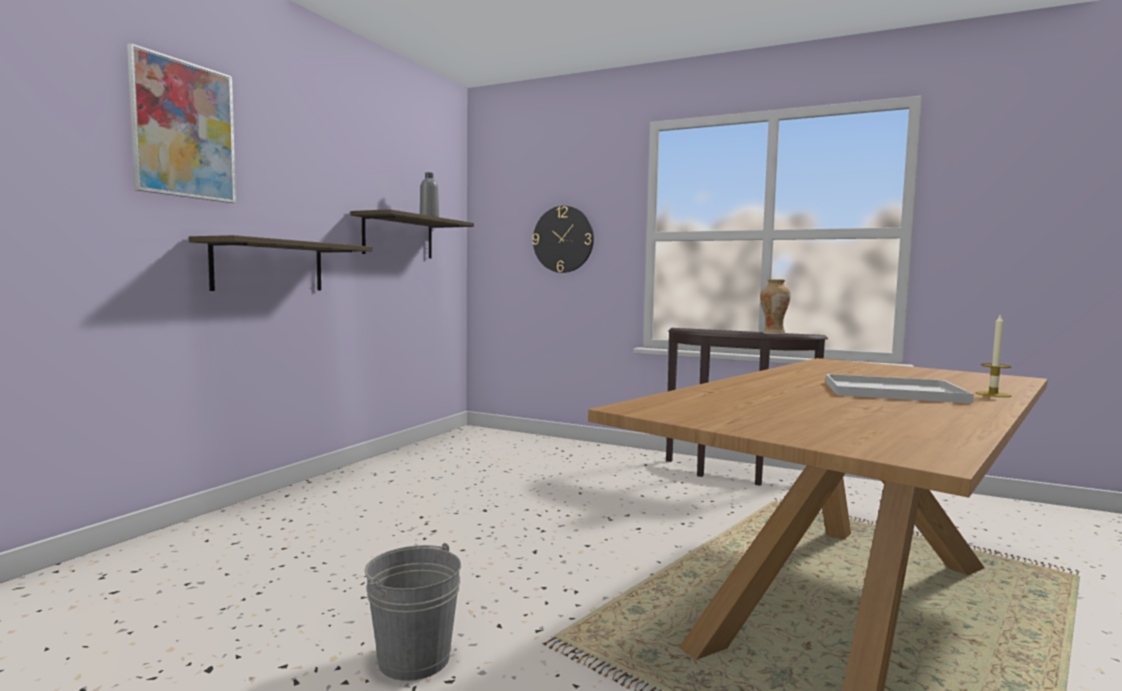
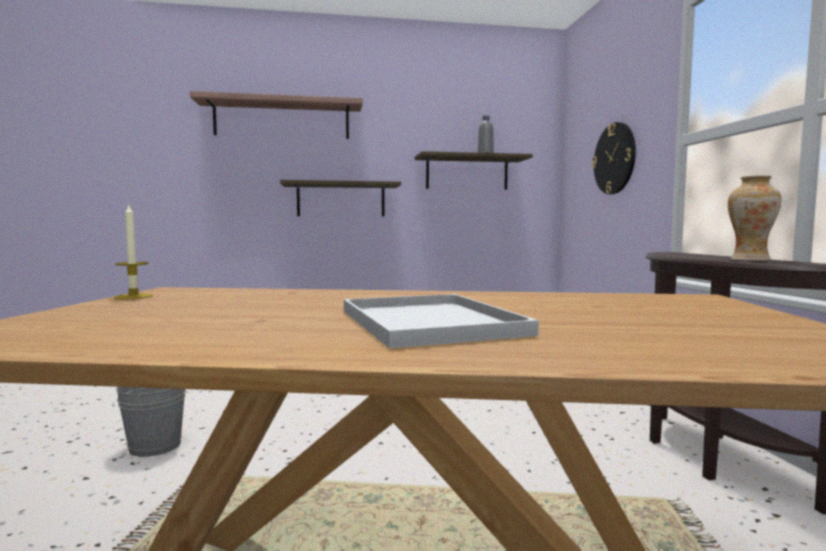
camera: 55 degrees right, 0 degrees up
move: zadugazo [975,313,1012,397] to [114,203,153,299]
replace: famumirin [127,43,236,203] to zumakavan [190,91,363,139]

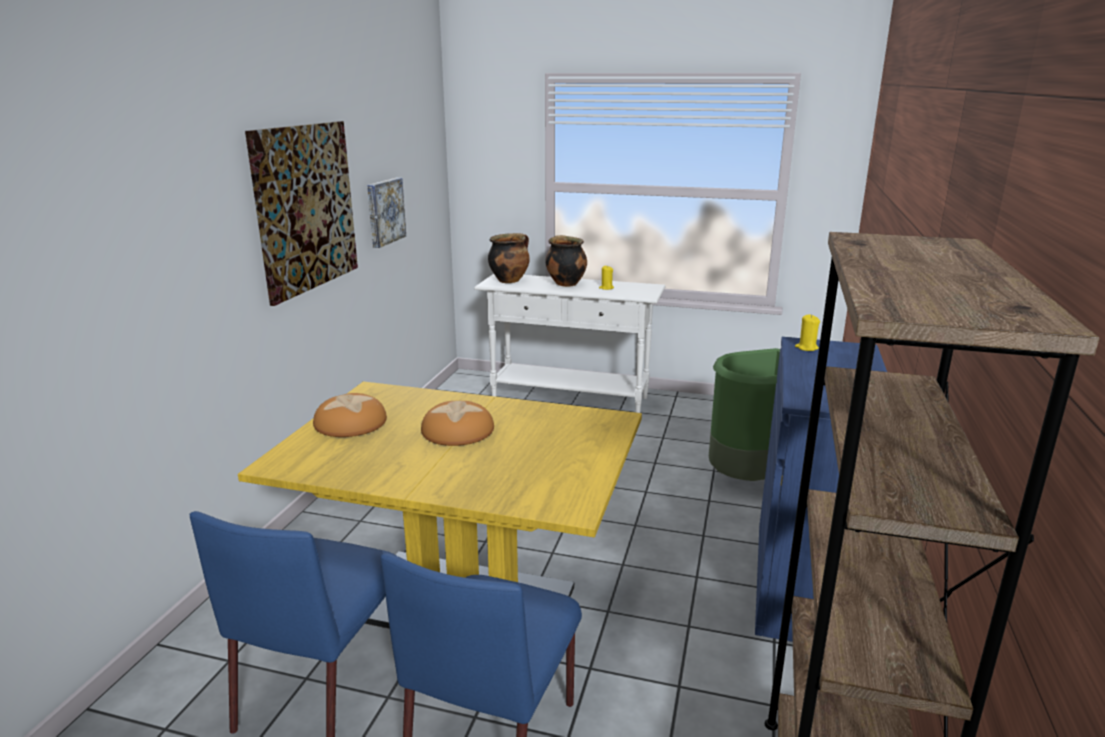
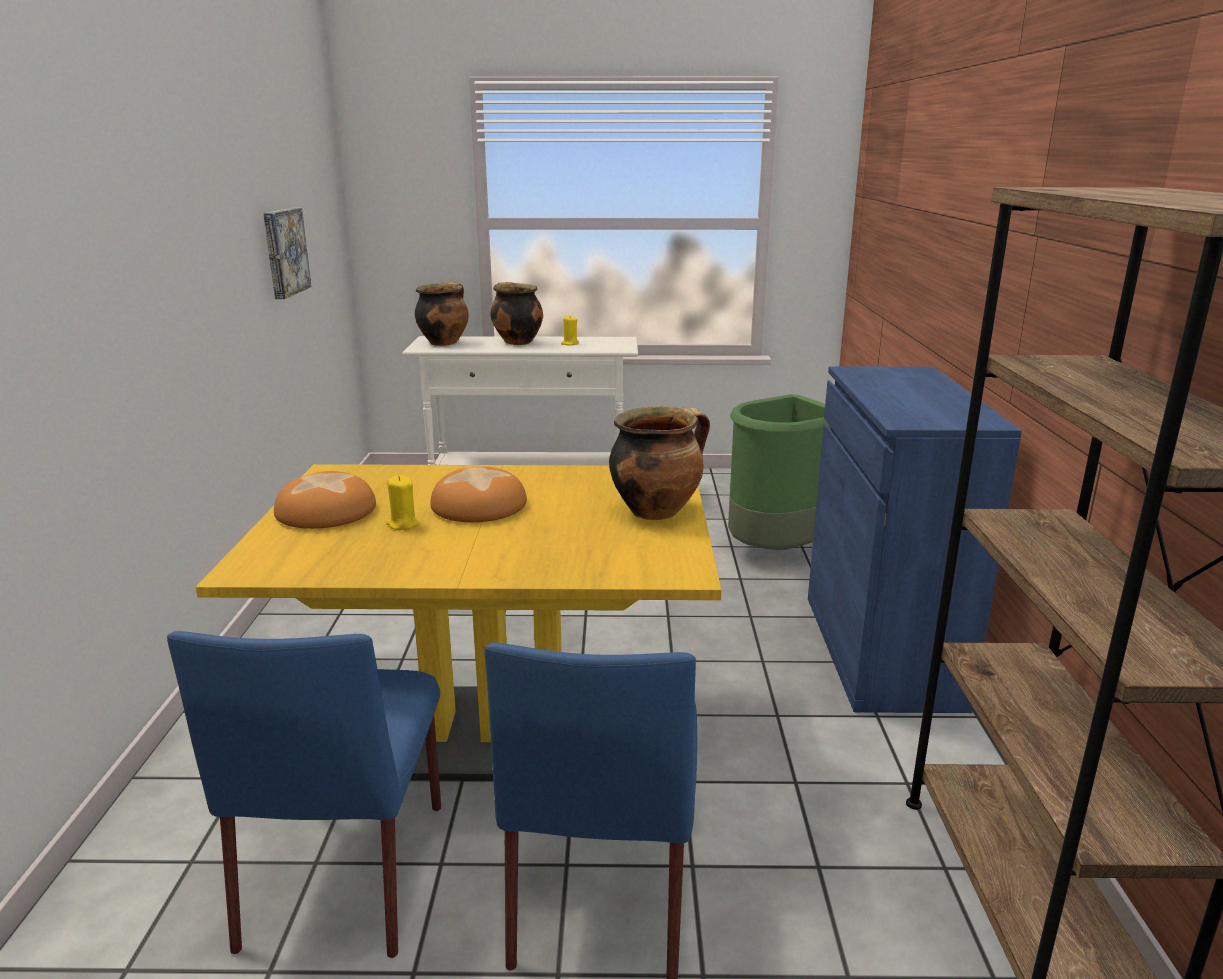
camera: 15 degrees left, 0 degrees up
delete: famumirin [245,121,358,306]
insert: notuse [609,406,710,520]
move: zadugazo (yellow) [795,314,820,351] to [386,475,419,530]

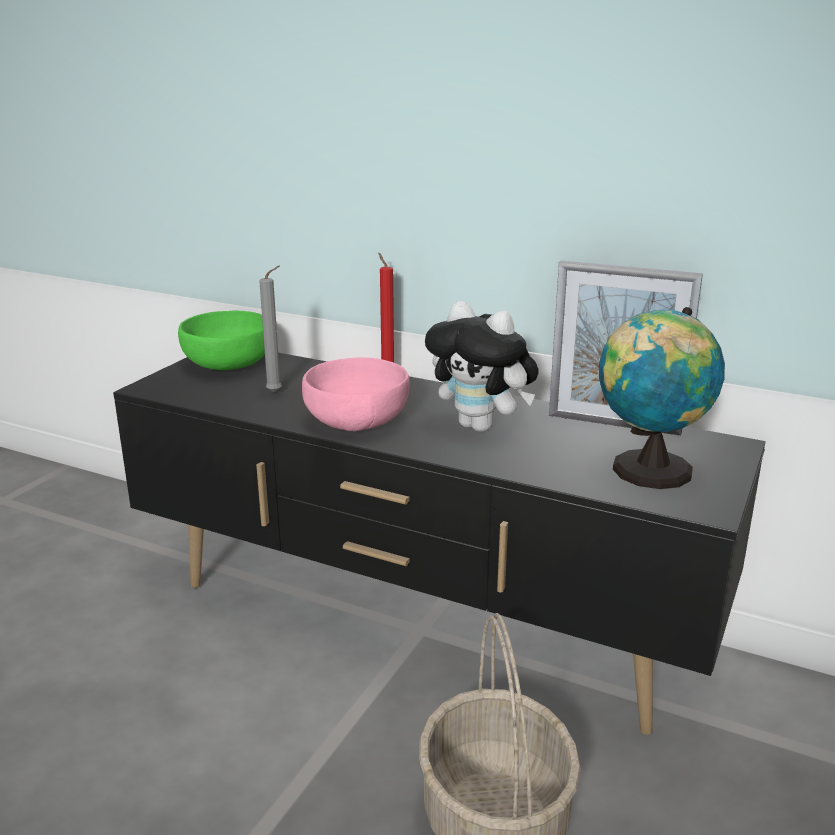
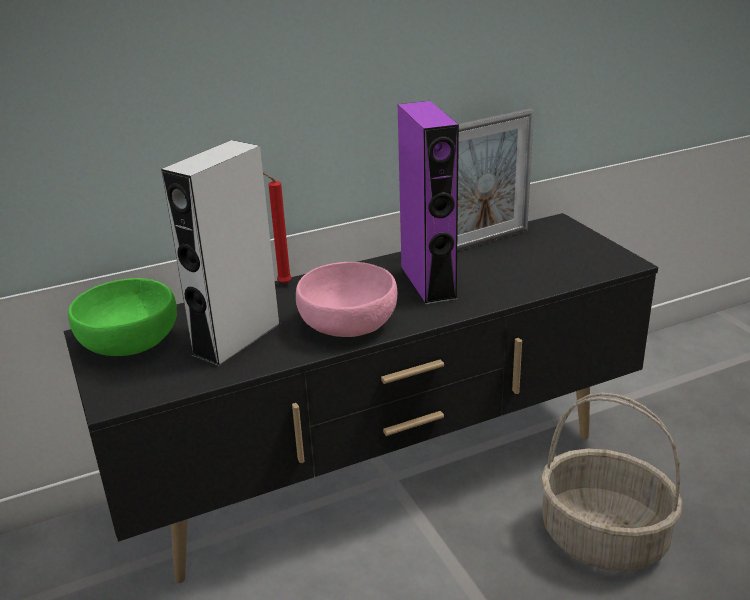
camera: 50 degrees left, 5 degrees up
delete: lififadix [599,307,725,489]
replace: zadugazo (grey) [259,266,282,392] to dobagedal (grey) [161,140,281,367]; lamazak [425,301,538,432] to dobagedal (purple) [398,101,459,305]

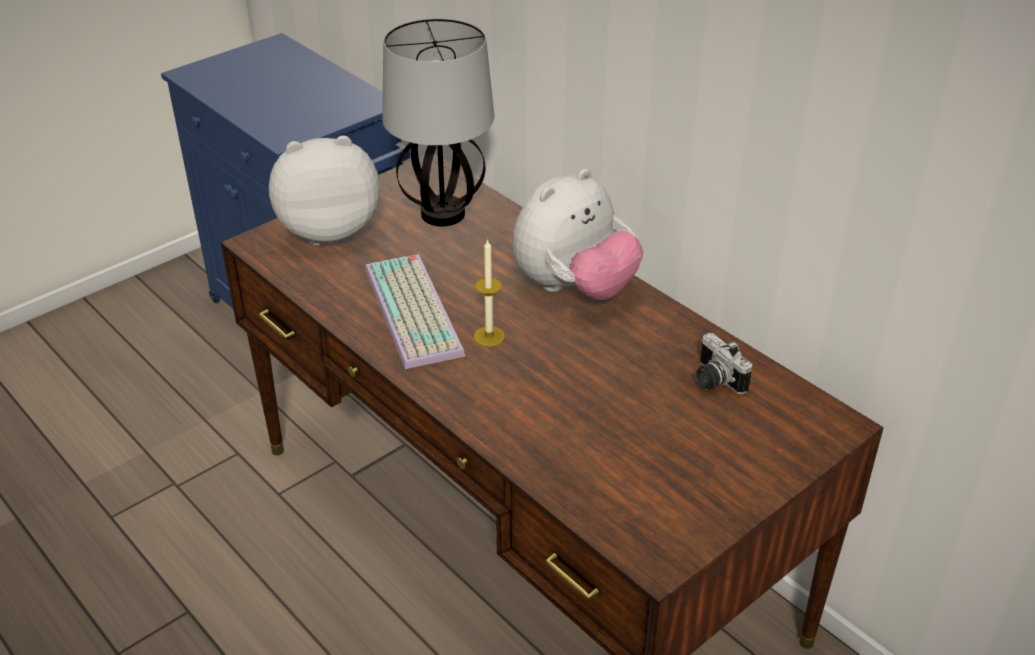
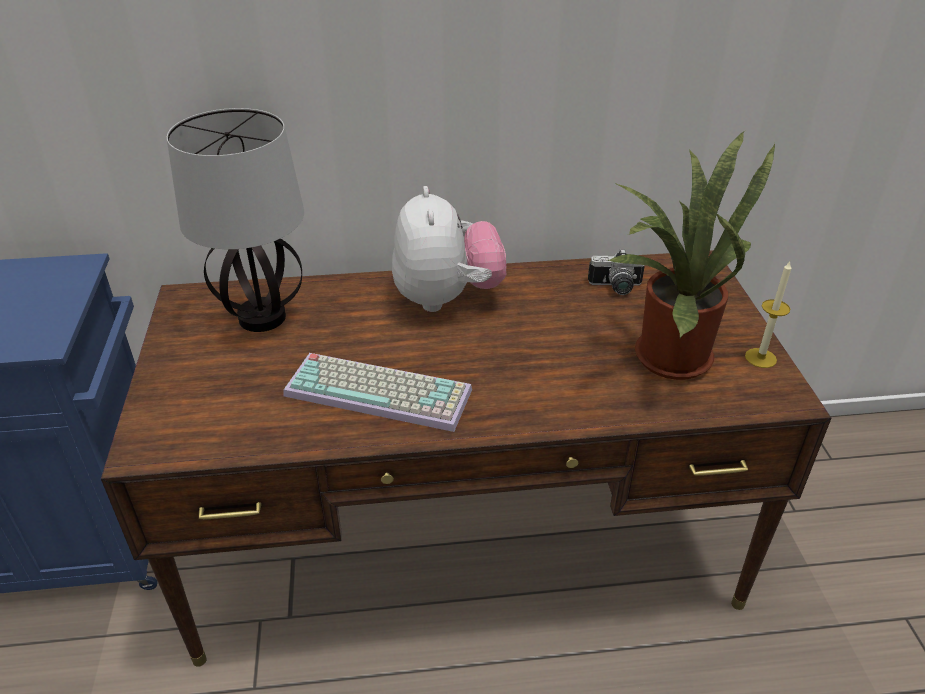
camera: 55 degrees left, 0 degrees up
delete: lamazak [269,135,380,245]
insert: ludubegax [608,130,775,380]
move: zadugazo [474,239,505,347] to [745,261,791,368]

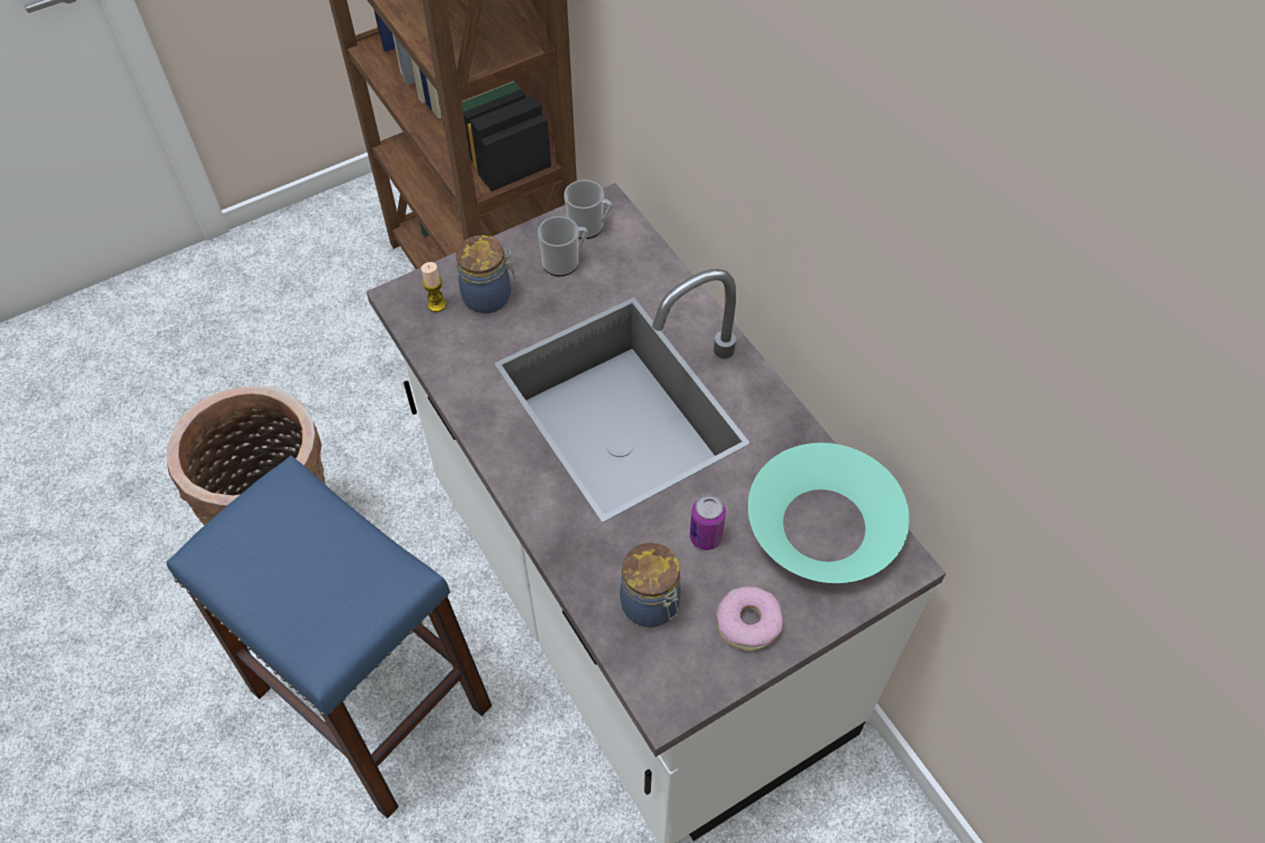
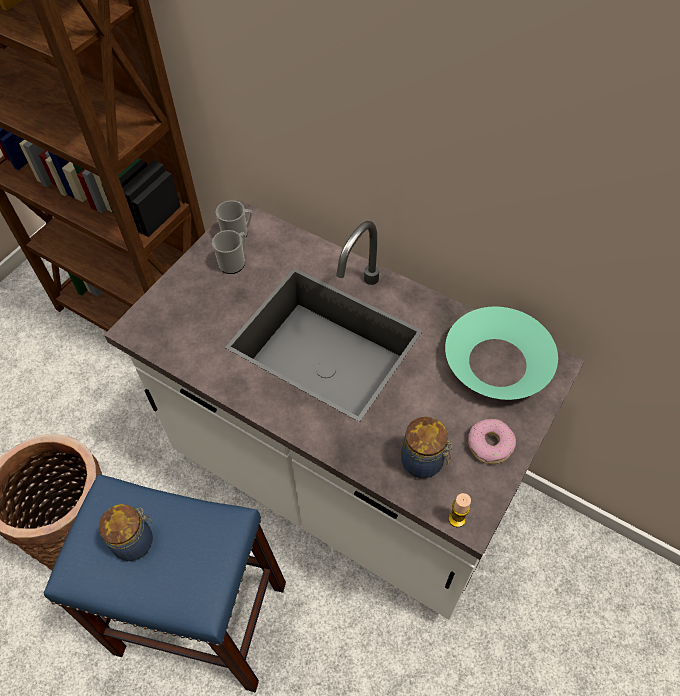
camera: 25 degrees left, 0 degrees up
delete: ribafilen [690,495,726,550]
move: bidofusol [456,235,515,314] to [99,504,153,561]; zadugazo [421,262,447,312] to [448,493,471,527]

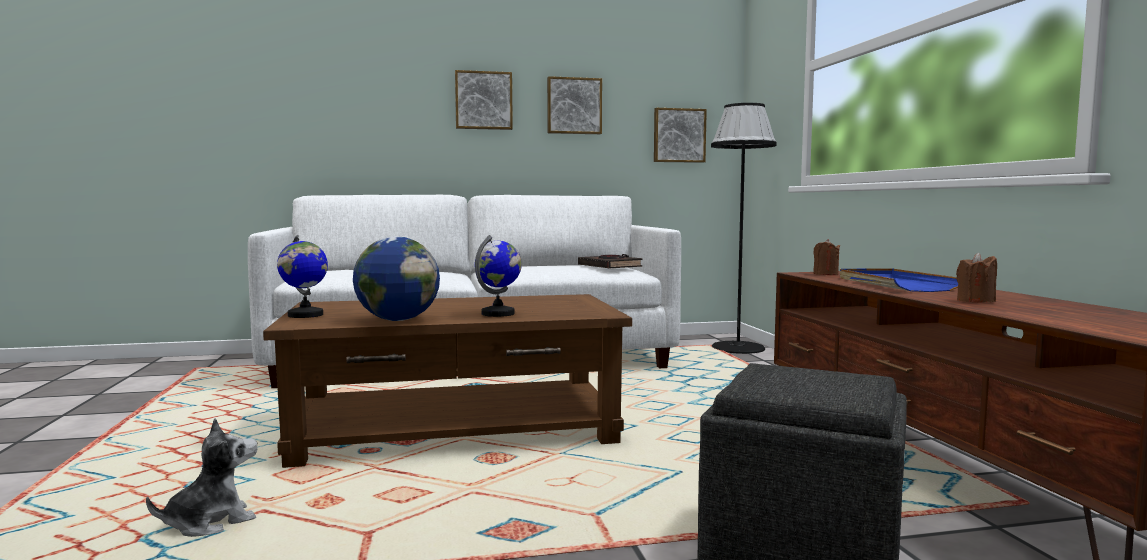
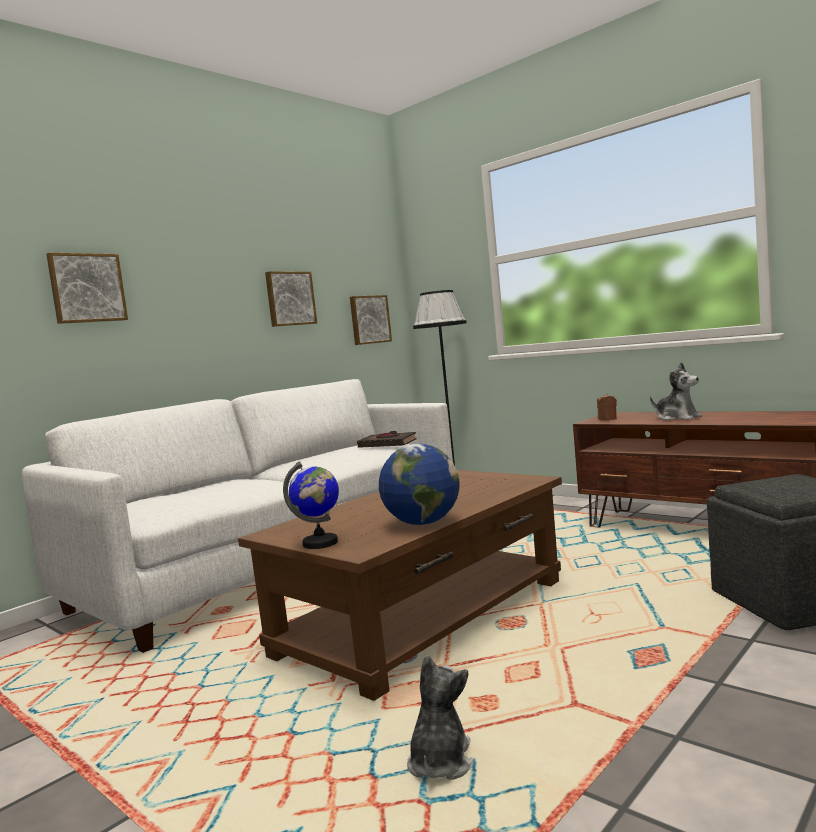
camera: 35 degrees left, 0 degrees up
delete: lififadix [475,235,522,317]; zadugazo (brown) [956,253,997,303]
move: famumirin [455,70,513,130] to [46,253,128,324]
replace: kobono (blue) [840,268,958,292] to lamazak [650,362,702,421]

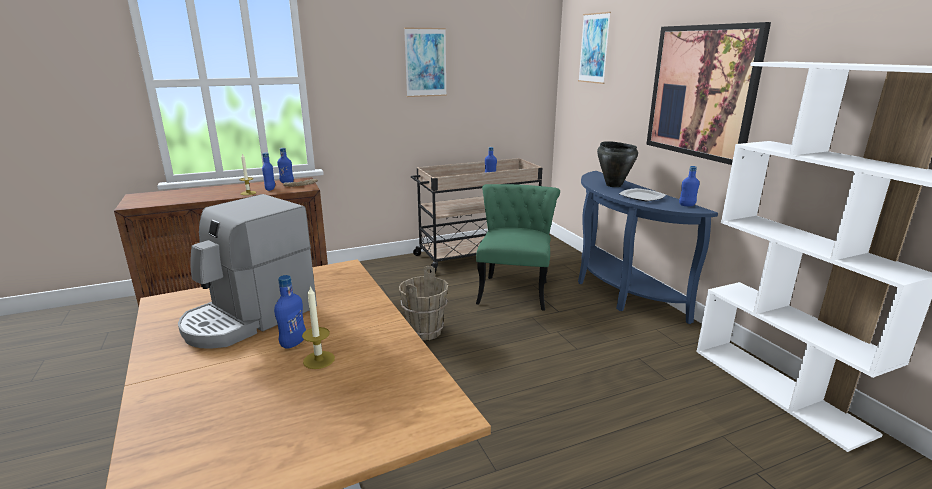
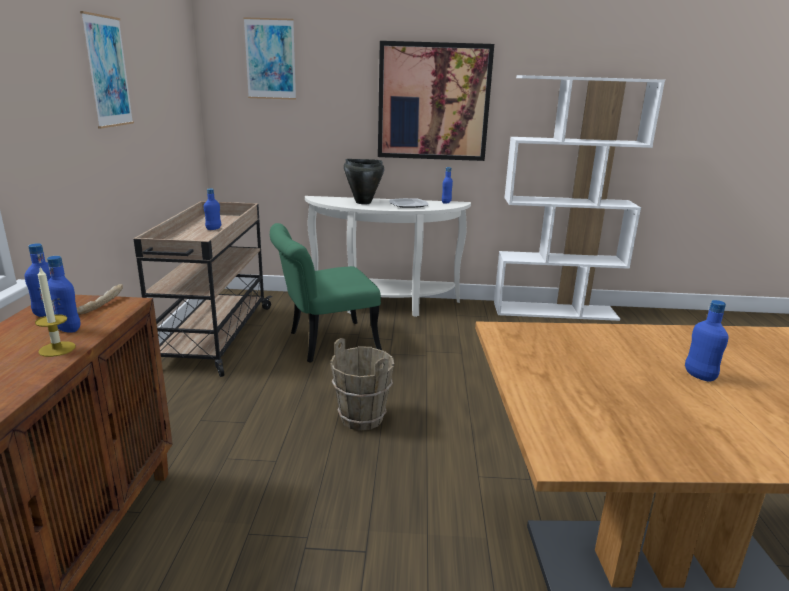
camera: 65 degrees left, 0 degrees up
delete: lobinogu [178,194,317,349]; zadugazo [302,287,335,369]
recolor: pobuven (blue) [578,171,718,324] to pobuven (white) [305,196,471,317]
rotate: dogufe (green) [476,184,560,311] = [270,223,382,362] 60 degrees counterclockwise

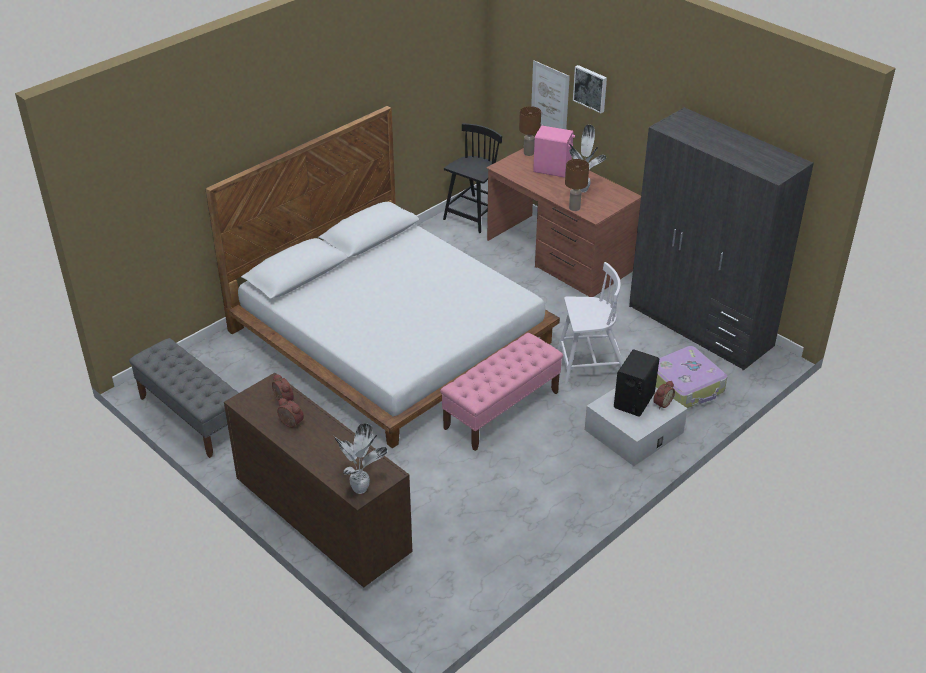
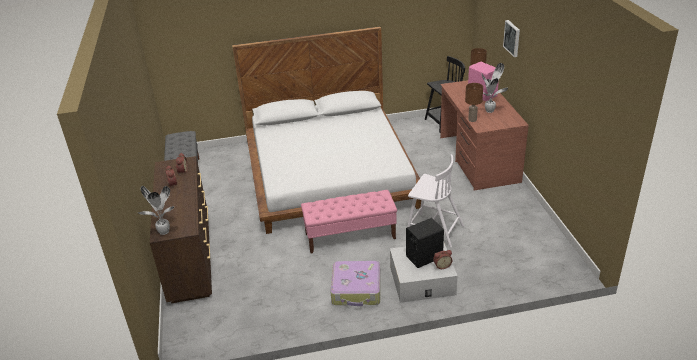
camera: 35 degrees right, 5 degrees down
delete: famumirin [531,60,570,129]; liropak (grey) [629,107,814,370]
move: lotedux [656,346,727,408] to [330,261,380,306]

